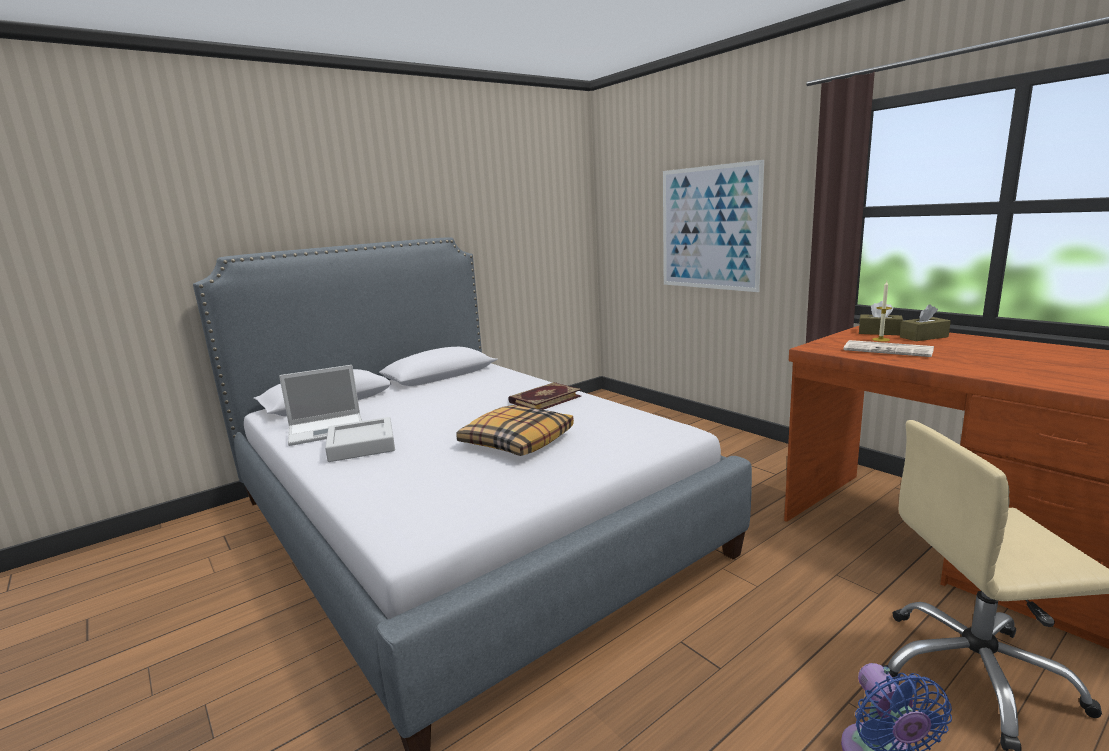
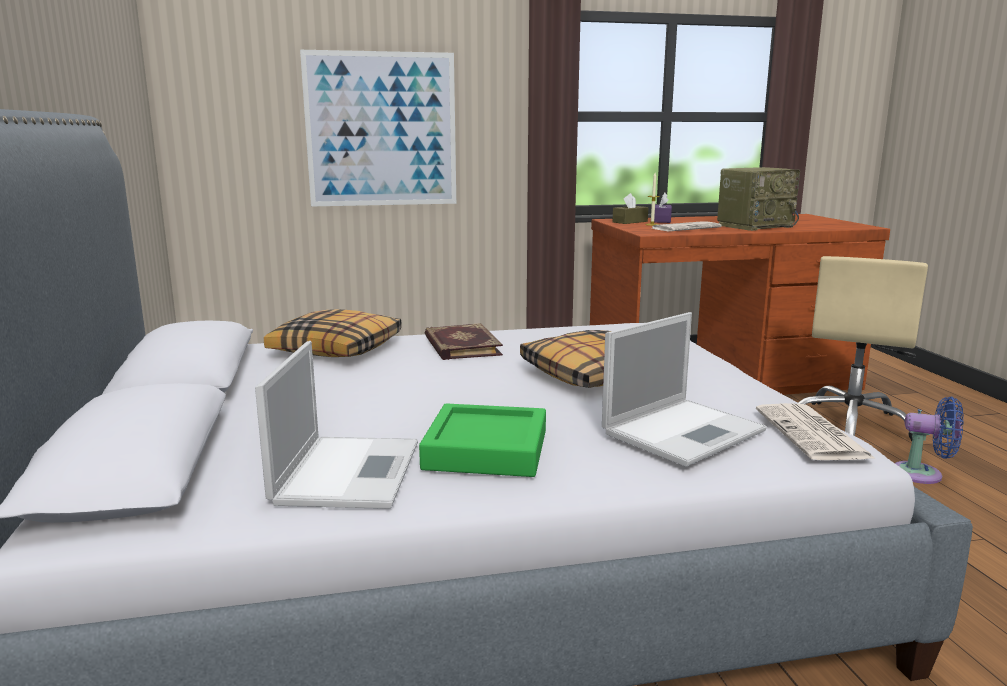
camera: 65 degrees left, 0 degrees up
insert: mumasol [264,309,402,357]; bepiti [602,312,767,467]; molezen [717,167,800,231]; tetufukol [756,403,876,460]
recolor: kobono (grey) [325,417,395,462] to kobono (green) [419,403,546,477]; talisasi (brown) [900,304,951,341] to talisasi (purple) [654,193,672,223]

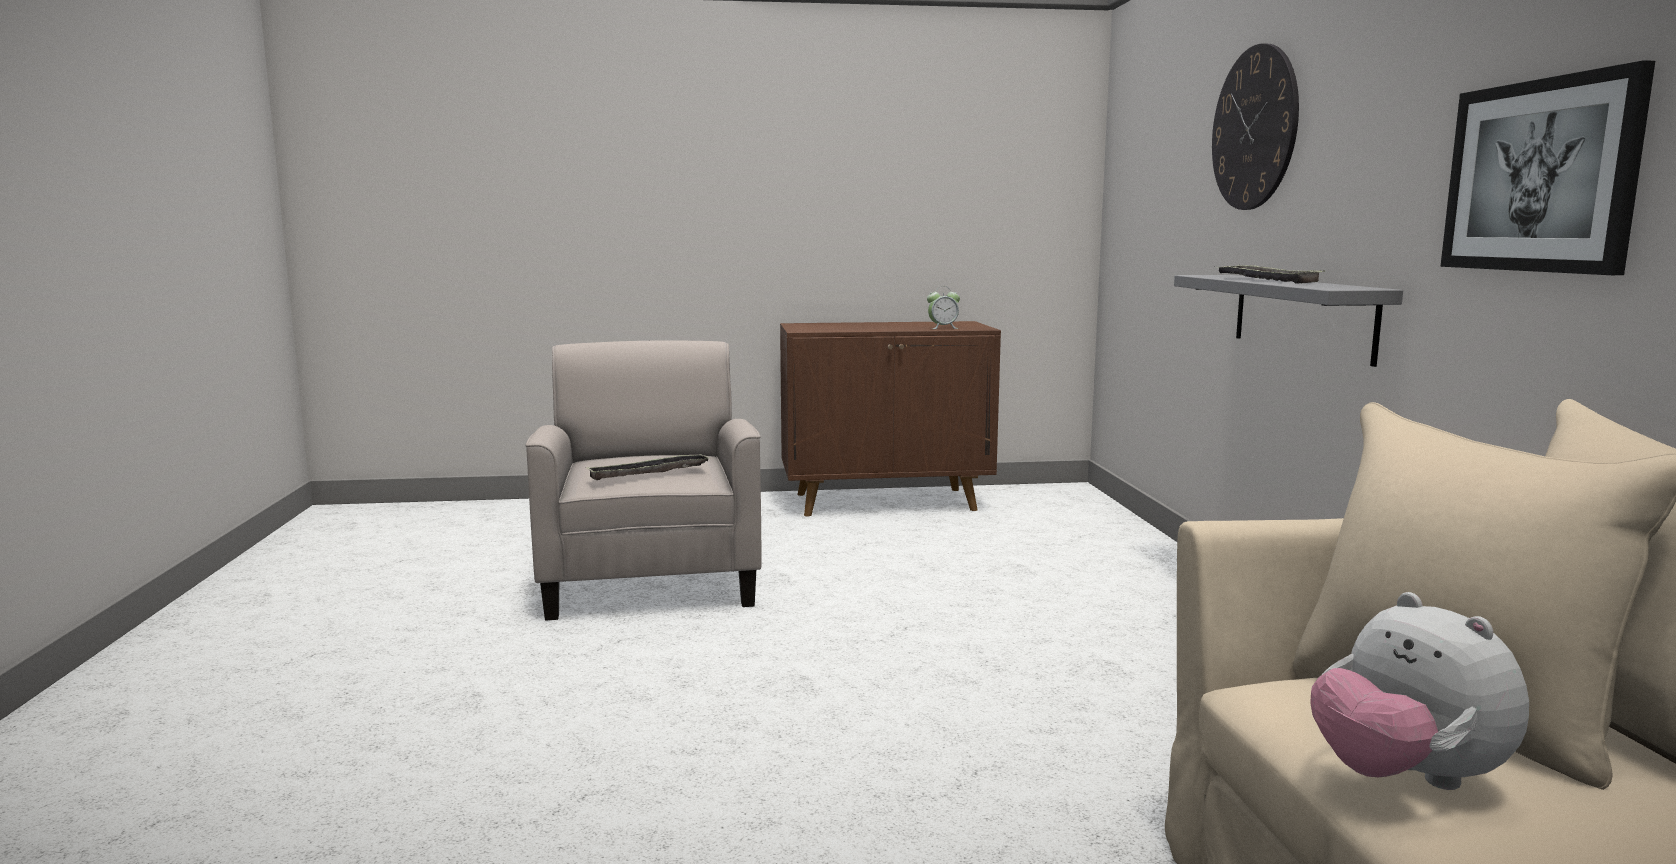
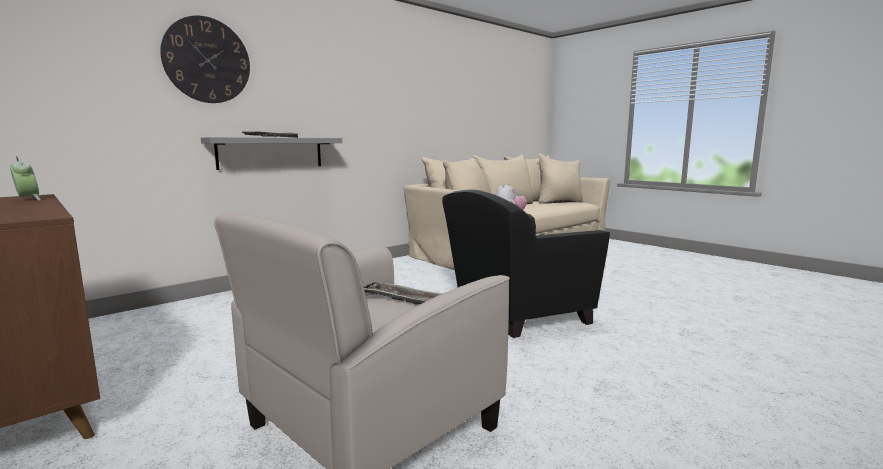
camera: 125 degrees left, 0 degrees up
delete: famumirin [1440,60,1655,275]
insert: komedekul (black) [442,189,610,338]

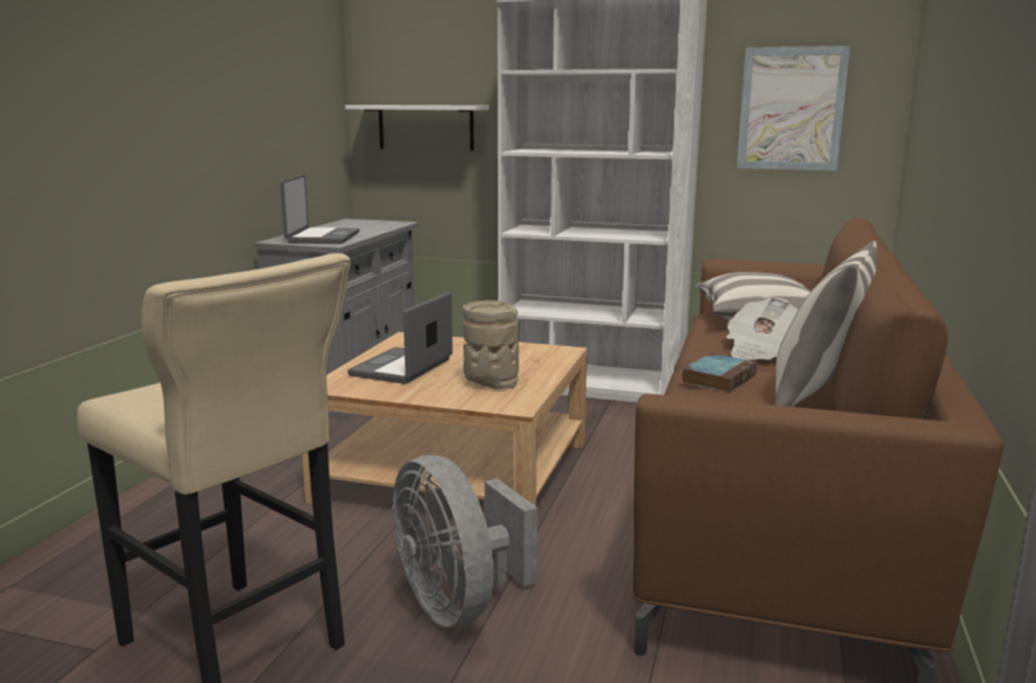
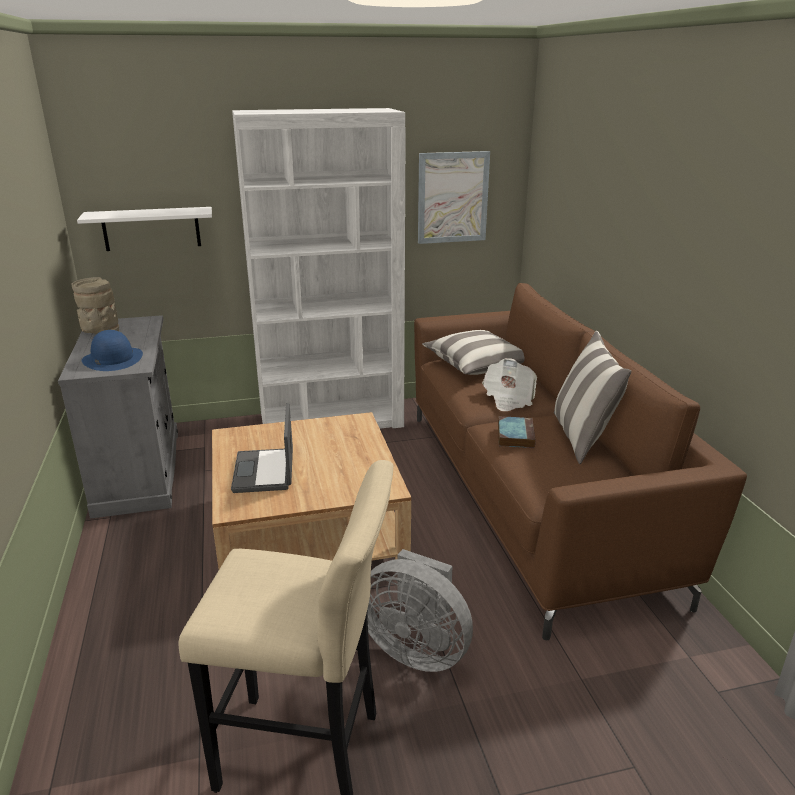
camera: 30 degrees left, 10 degrees up
move: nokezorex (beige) [463,300,519,389] to [72,277,119,334]
replace: bepiti [280,175,360,244] to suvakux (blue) [82,330,143,371]

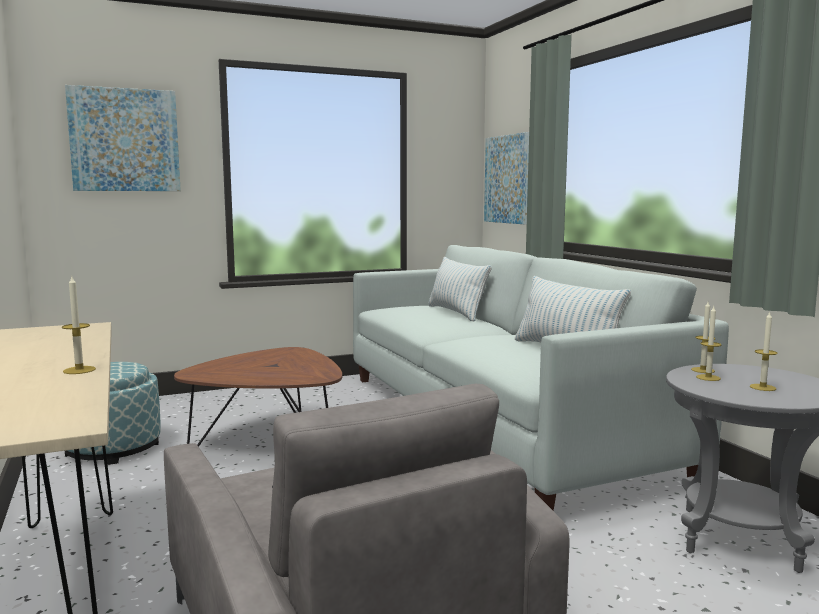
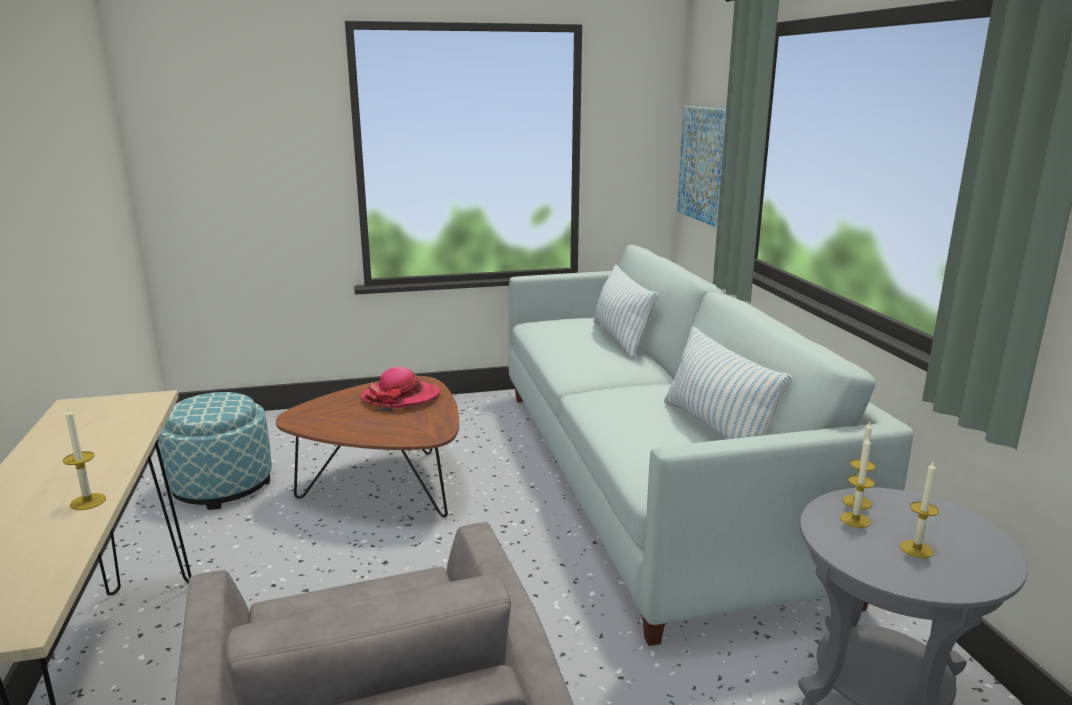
camera: 10 degrees right, 10 degrees up
delete: famumirin [65,85,181,191]
insert: suvakux [361,367,440,408]

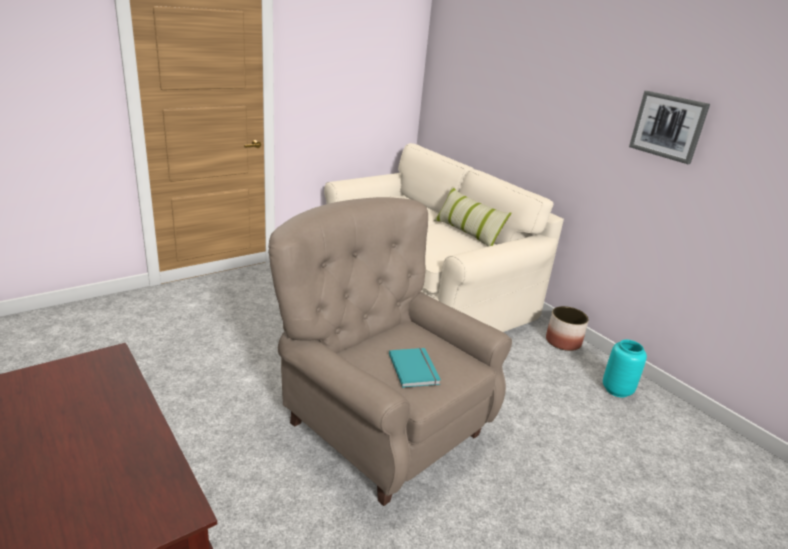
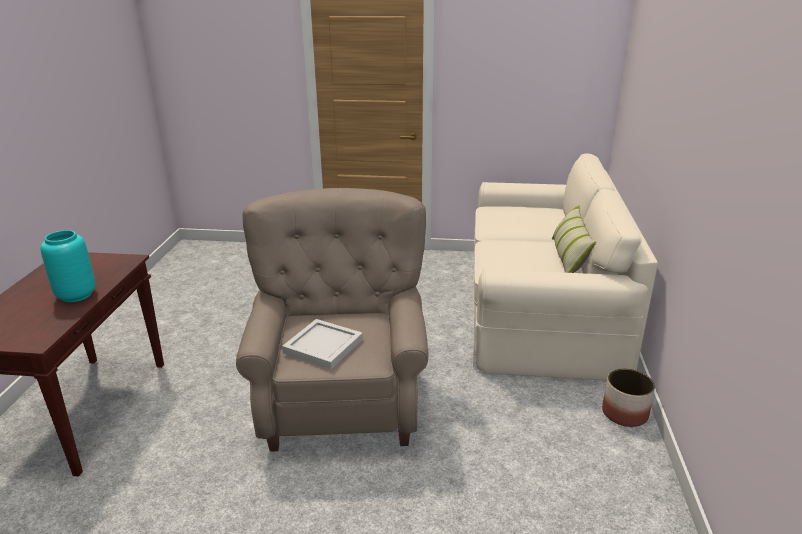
camera: 45 degrees right, 0 degrees up
delete: famumirin [629,91,710,164]
move: nokezorex (turquoise) [603,340,647,398] to [40,230,96,302]
replace: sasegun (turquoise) [389,348,441,388] to kobono (white) [282,319,363,369]

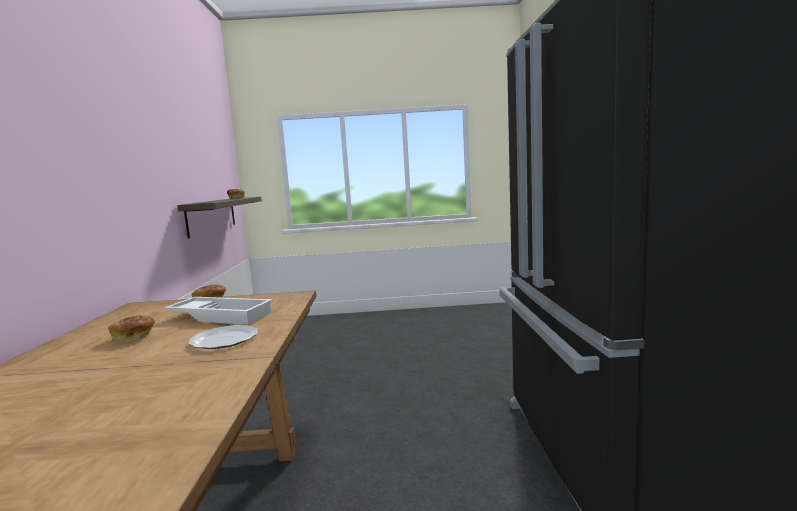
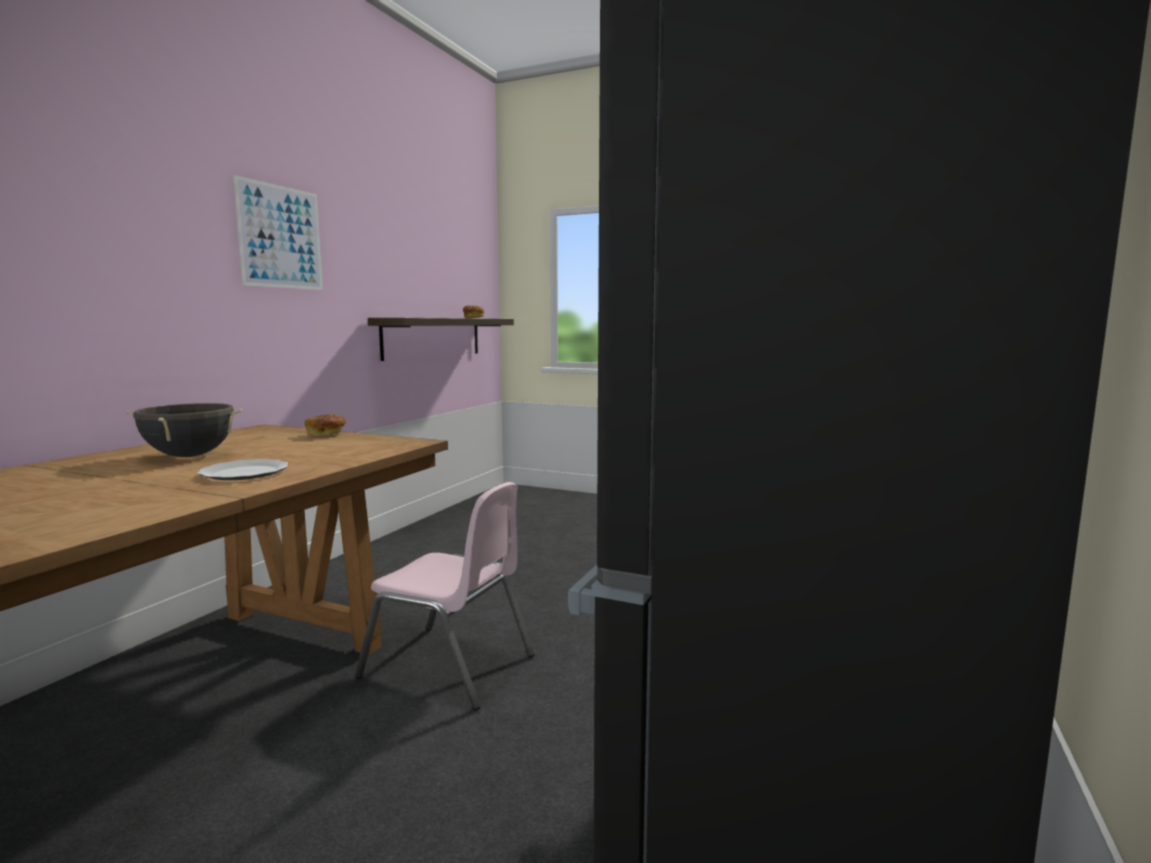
camera: 25 degrees right, 0 degrees up
delete: kobono (white) [164,297,273,325]
insert: famumirin [233,175,323,290]; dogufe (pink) [355,482,535,710]
replace: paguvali [108,315,155,342] to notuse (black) [127,403,243,457]

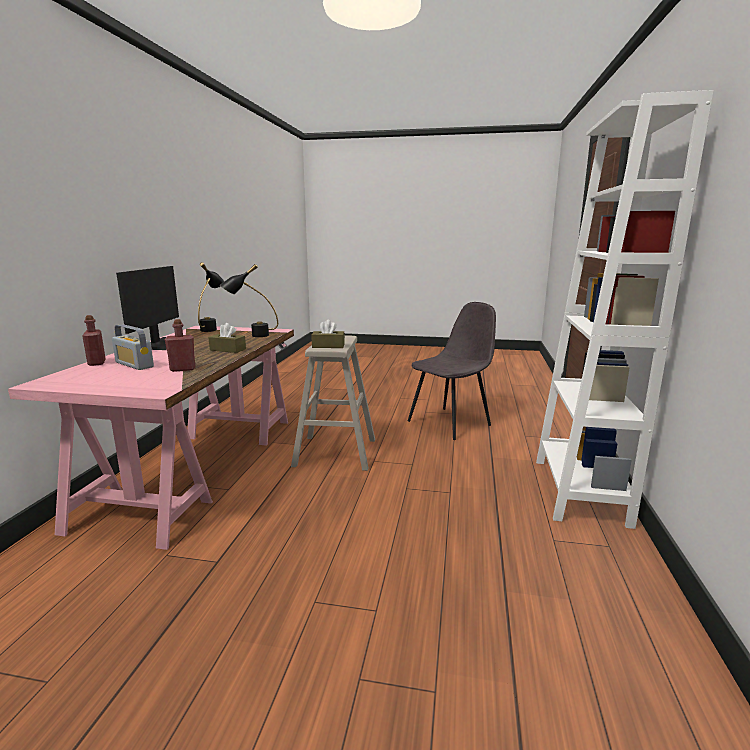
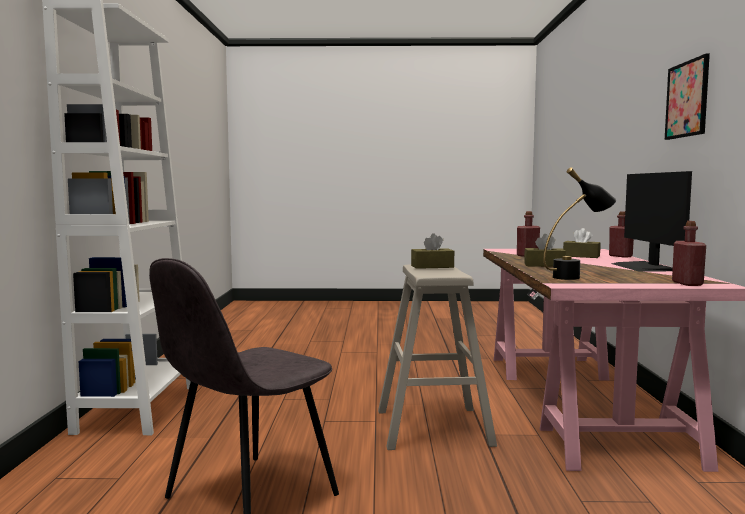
camera: 170 degrees right, 10 degrees down
insert: famumirin [665,53,710,140]
replace: molezen [112,324,154,370] to talisasi (brown) [563,228,601,258]; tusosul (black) [198,262,224,332] to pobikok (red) [672,221,706,286]

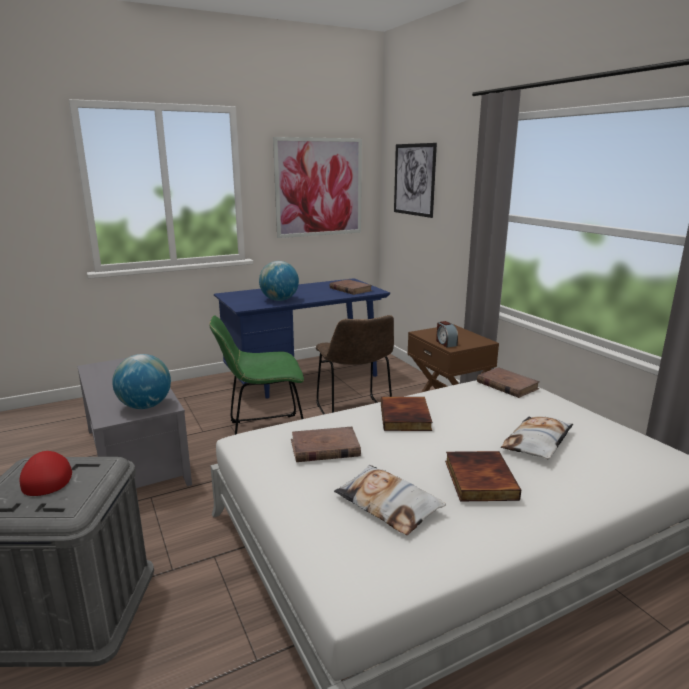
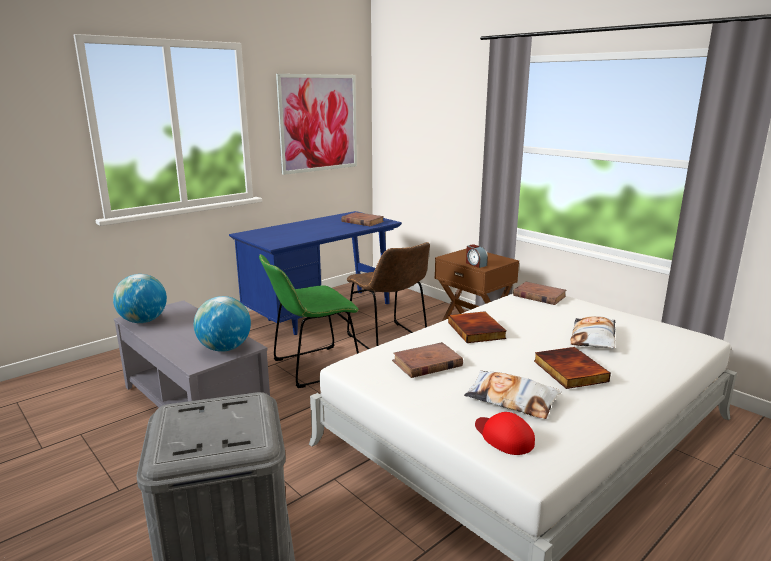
camera: 15 degrees left, 0 degrees up
delete: famumirin [394,143,437,218]
move: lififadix [259,261,299,301] to [113,274,167,323]; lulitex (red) [20,451,72,496] to [475,412,535,455]

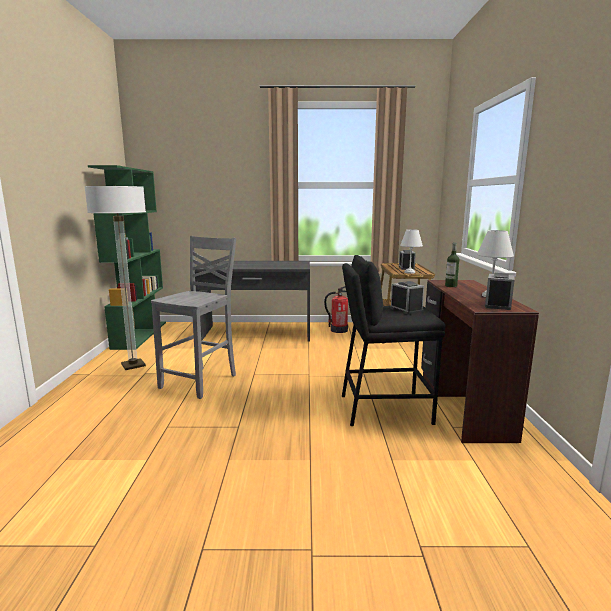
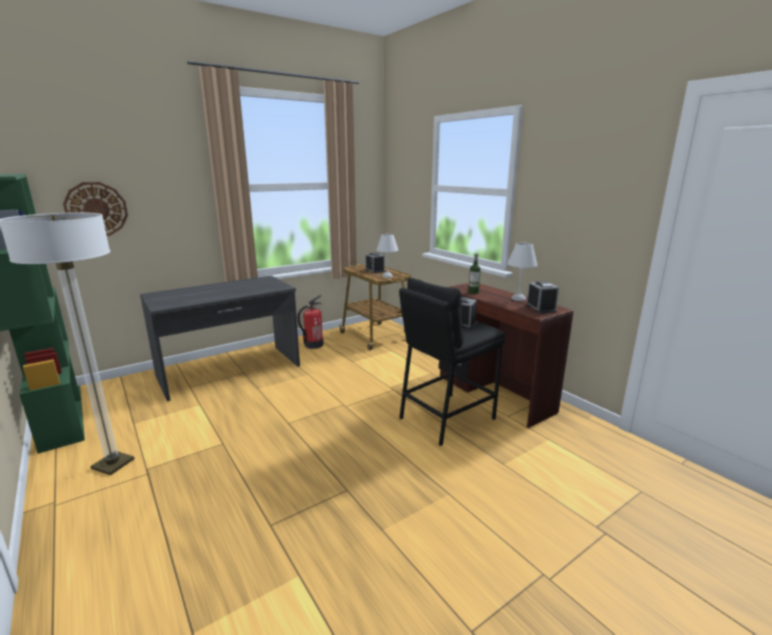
camera: 35 degrees left, 5 degrees up
delete: dogufe (grey) [151,236,236,399]
insert: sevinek [63,182,128,236]

